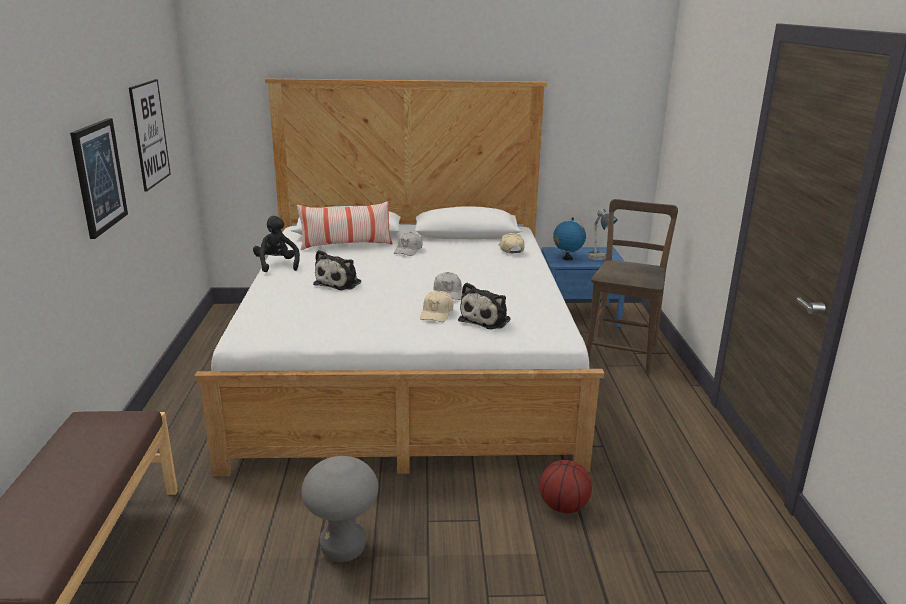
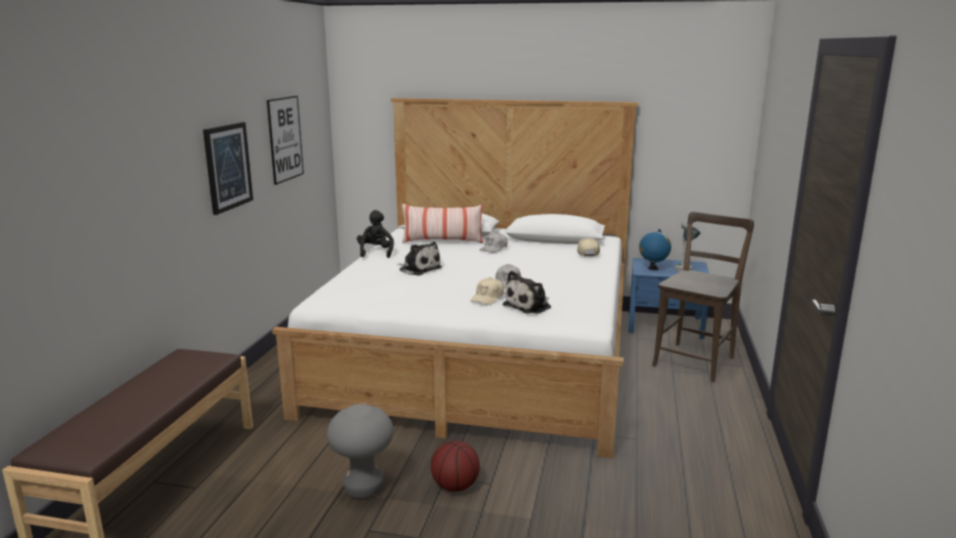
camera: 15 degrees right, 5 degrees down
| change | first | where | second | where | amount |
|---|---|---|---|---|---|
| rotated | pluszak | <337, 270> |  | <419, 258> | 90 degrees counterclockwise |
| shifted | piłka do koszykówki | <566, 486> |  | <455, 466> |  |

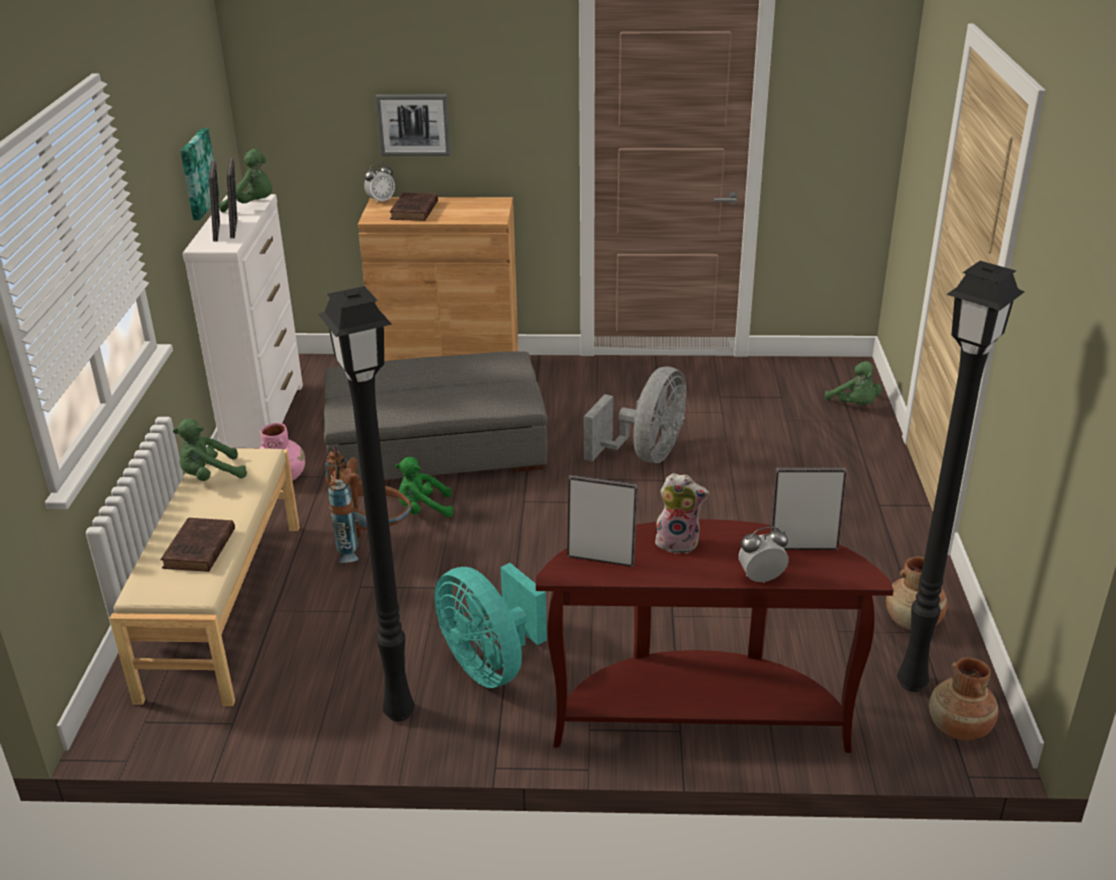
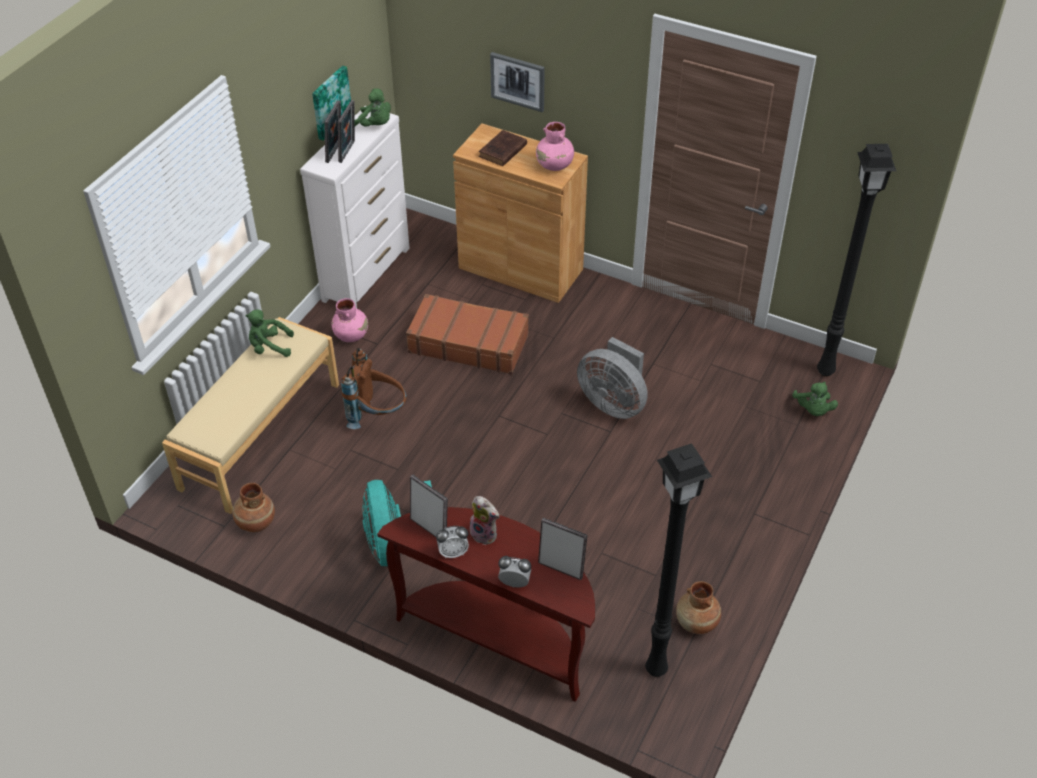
camera: 25 degrees right, 15 degrees up
| change | first | where | second | where | amount |
|---|---|---|---|---|---|
| gone | książka/brązowy | <197, 545> |  |  |  |
| shifted | lampa stojąca/czarny | <366, 504> |  | <856, 260> |  |
| swapped | pufa/szary | <435, 416> | walizka/brązowy | <467, 334> |  |
| shifted | budzik | <379, 183> |  | <452, 542> |  |
| gone | pluszak/zielony | <424, 487> |  |  |  |
| rotated | wentylator/szary | <635, 415> |  | <612, 378> | 75 degrees clockwise |
| shifted | wazon/brązowy | <963, 699> |  | <253, 507> |  |
| new |  |  | wazon/różowy | <555, 146> |  |

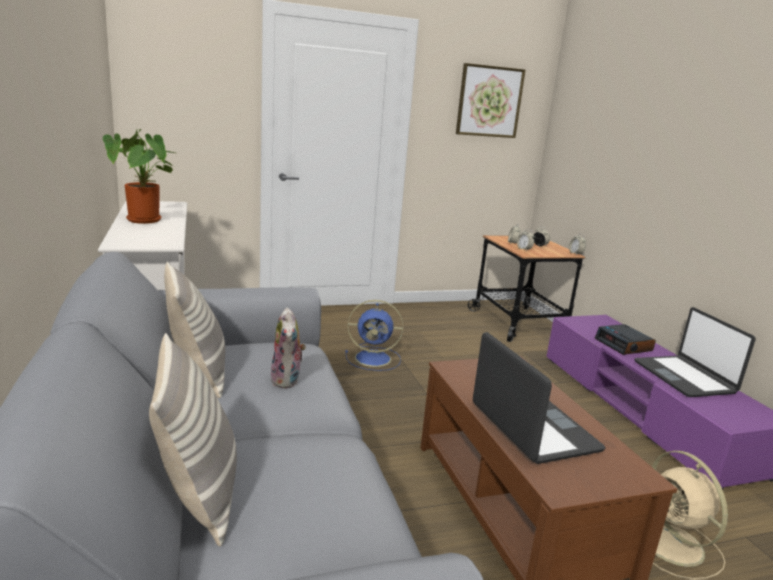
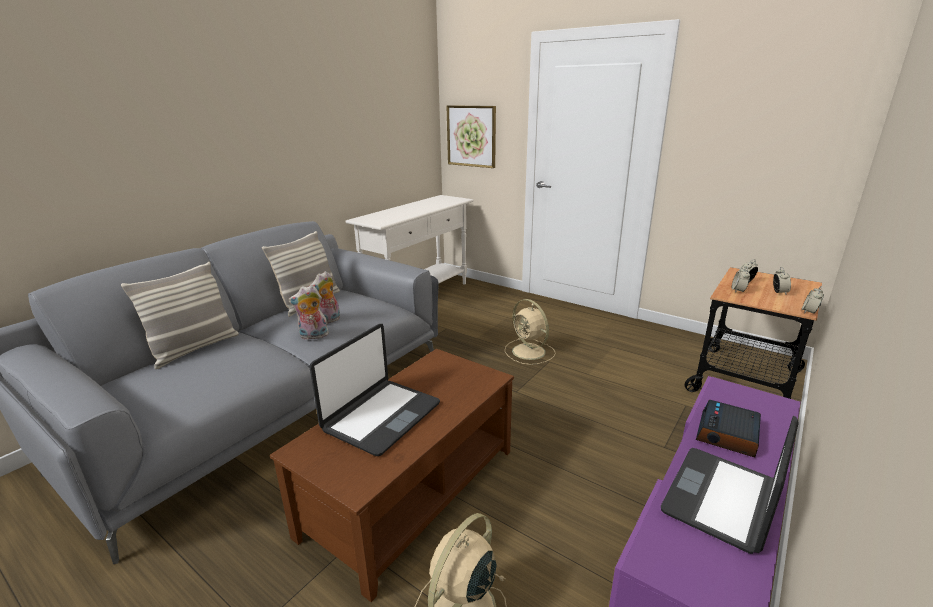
camera: 55 degrees right, 5 degrees up
| change | first | where | second | where | amount |
|---|---|---|---|---|---|
| gone | roślina doniczkowa | <140, 176> |  |  |  |
| repainted | wentylator/niebieski | <374, 335> | wentylator/beżowy | <530, 332> |  |
| shifted | obraz | <490, 100> |  | <471, 136> |  |
| new |  |  | pluszak | <308, 312> |  |

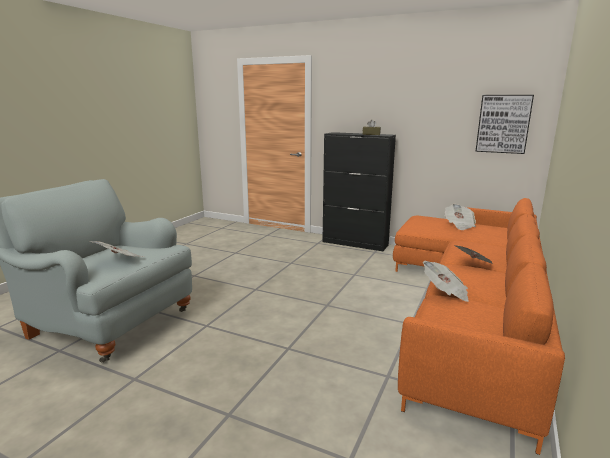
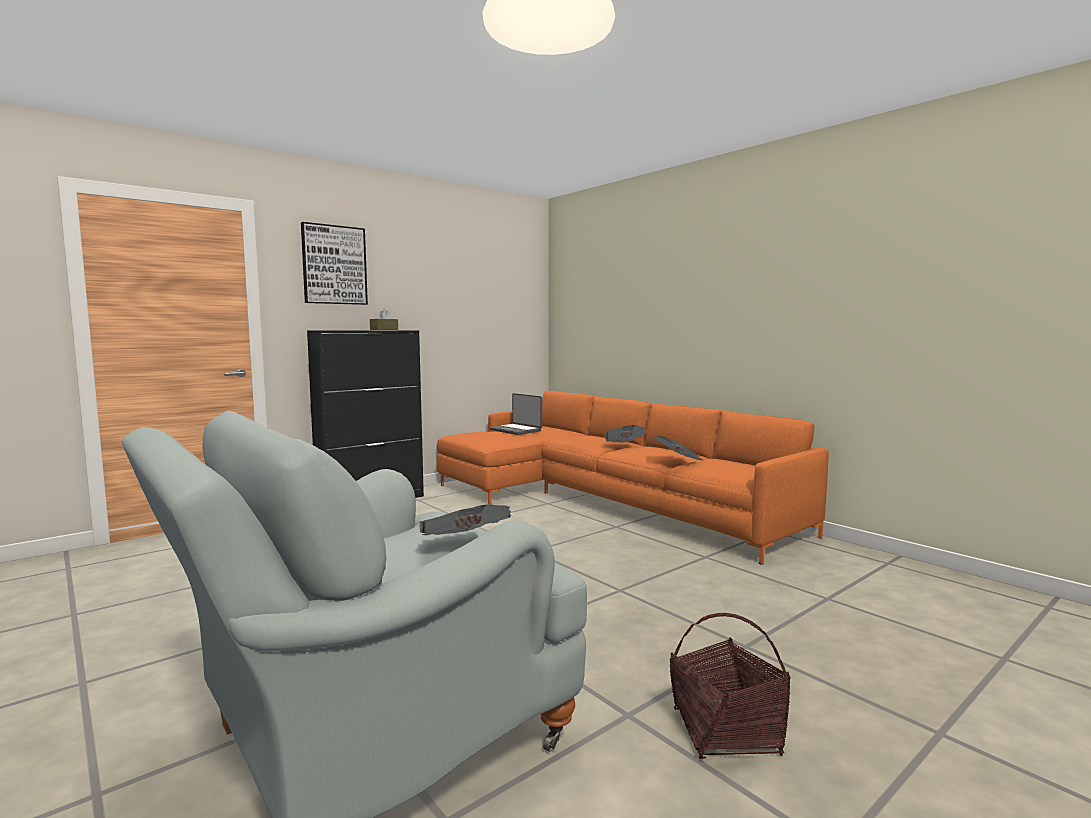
camera: 65 degrees left, 10 degrees down
| change | first | where | second | where | amount |
|---|---|---|---|---|---|
| swapped | gazeta | <460, 217> | laptop | <515, 414> |  |
| shifted | obraz | <504, 124> |  | <334, 263> |  |
| new |  |  | koszyk | <730, 686> |  |

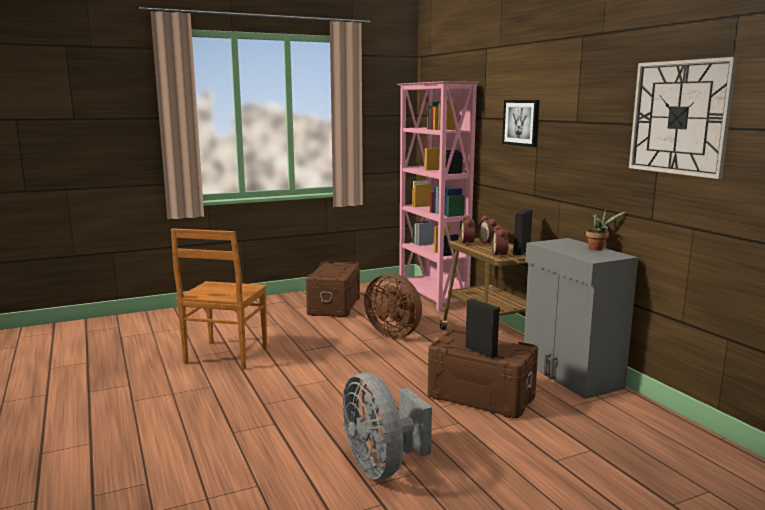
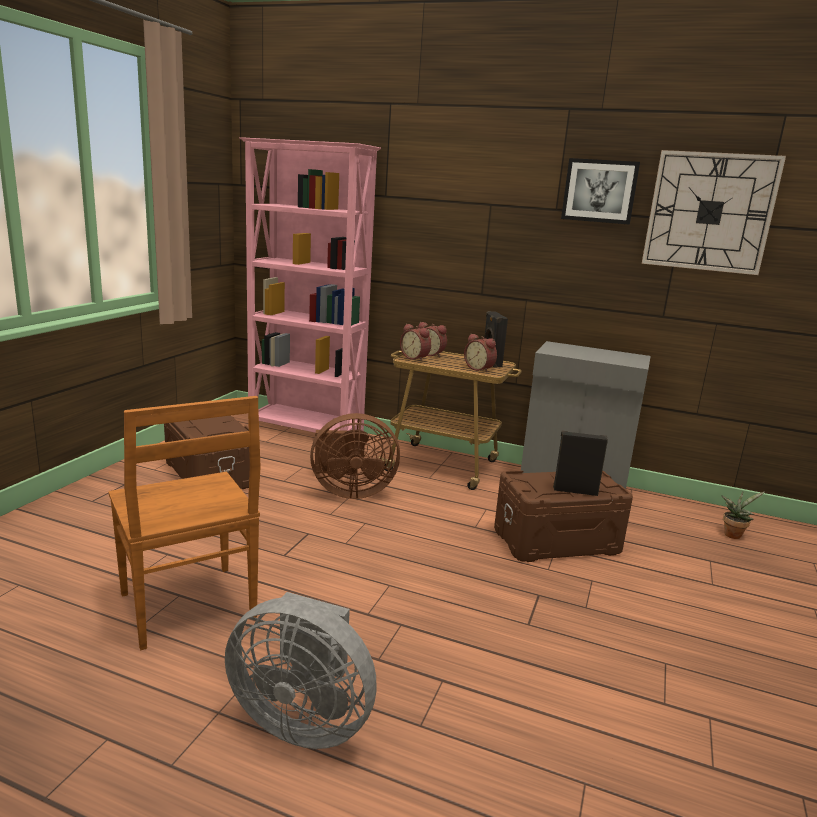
camera: 45 degrees left, 5 degrees up
| change | first | where | second | where | amount |
|---|---|---|---|---|---|
| shifted | wentylator/szary | <387, 426> |  | <301, 670> |  |
| shifted | obraz | <521, 123> |  | <600, 191> |  |
| shifted | roślina doniczkowa | <605, 229> |  | <743, 515> |  |

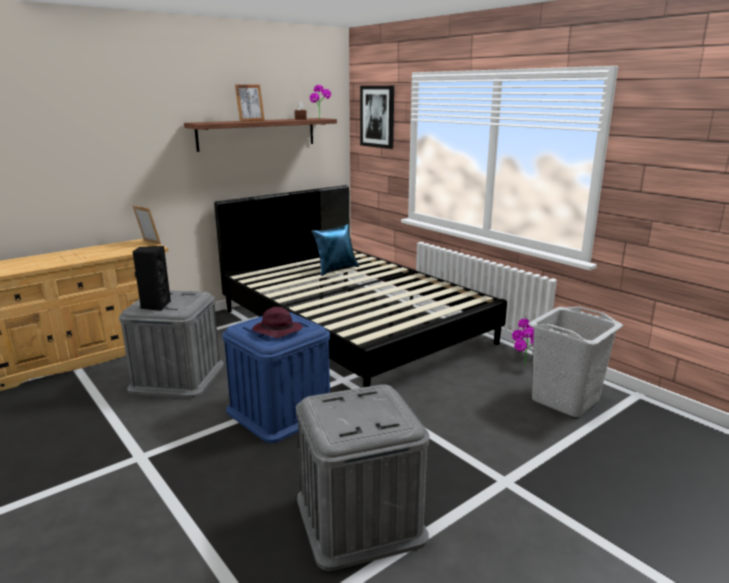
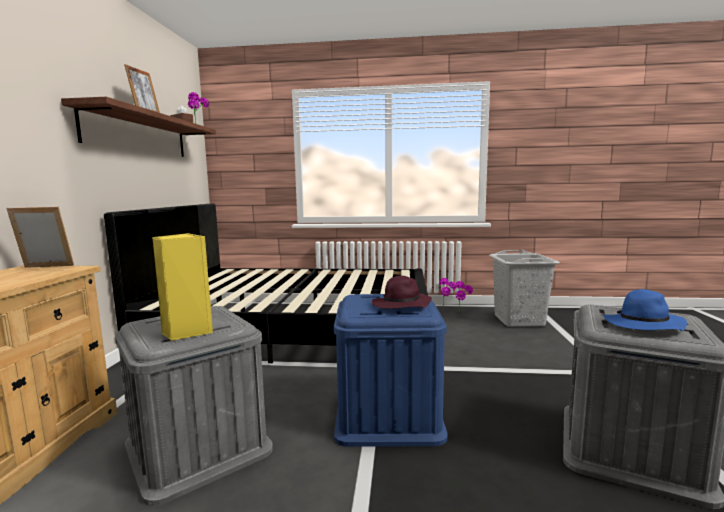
camera: 45 degrees left, 10 degrees down
| change | first | where | second | where | amount |
|---|---|---|---|---|---|
| repainted | głośnik/czarny | <151, 278> | głośnik/żółty | <182, 287> |  |
| gone | poduszka/niebieski | <335, 250> |  |  |  |
| gone | obraz | <377, 117> |  |  |  |
| new |  |  | kapelusz/niebieski | <645, 310> |  |

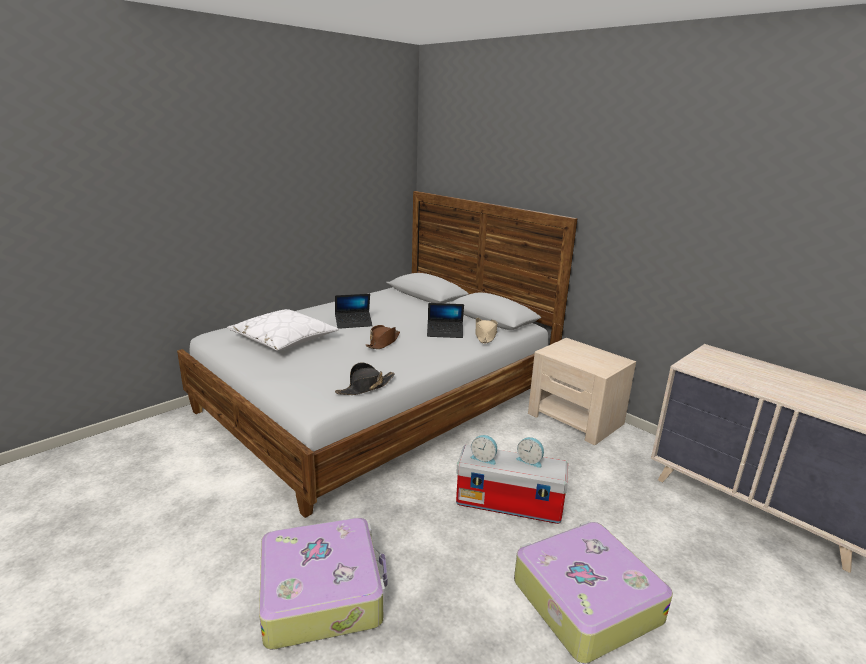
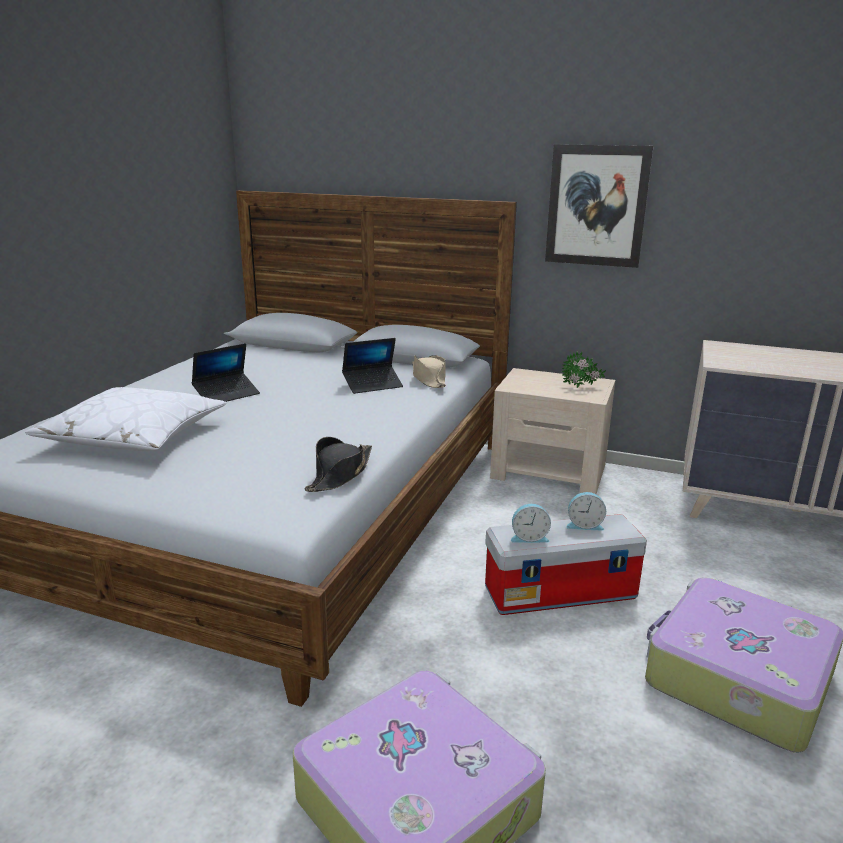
camera: 25 degrees left, 0 degrees up
| change | first | where | second | where | amount |
|---|---|---|---|---|---|
| gone | kapelusz/brązowy | <383, 337> |  |  |  |
| new |  |  | obraz | <599, 206> |  |
| new |  |  | roślina doniczkowa | <584, 369> |  |

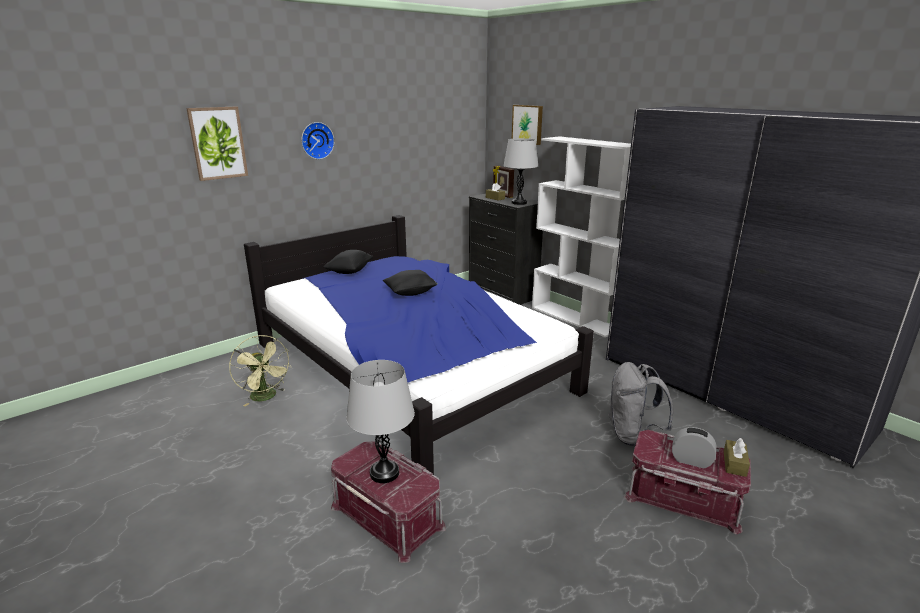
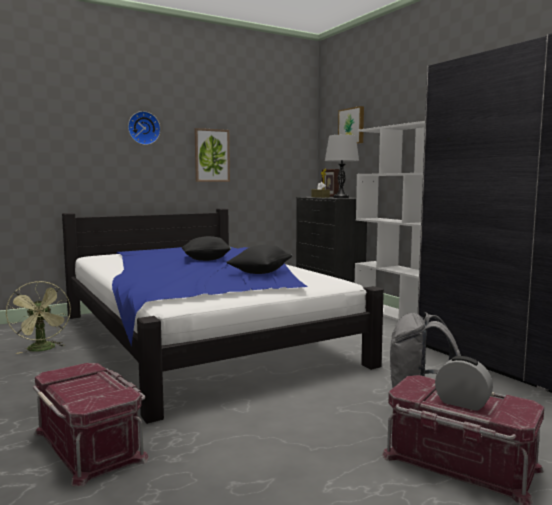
camera: 10 degrees right, 15 degrees down
| change | first | where | second | where | amount |
|---|---|---|---|---|---|
| shifted | obraz | <217, 144> |  | <212, 155> |  |
| shifted | poduszka/czarny | <348, 262> |  | <259, 259> |  |
| gone | lampa stołowa/szary | <380, 421> |  |  |  |
| gone | pudełko chusteczek/brązowy | <737, 457> |  |  |  |

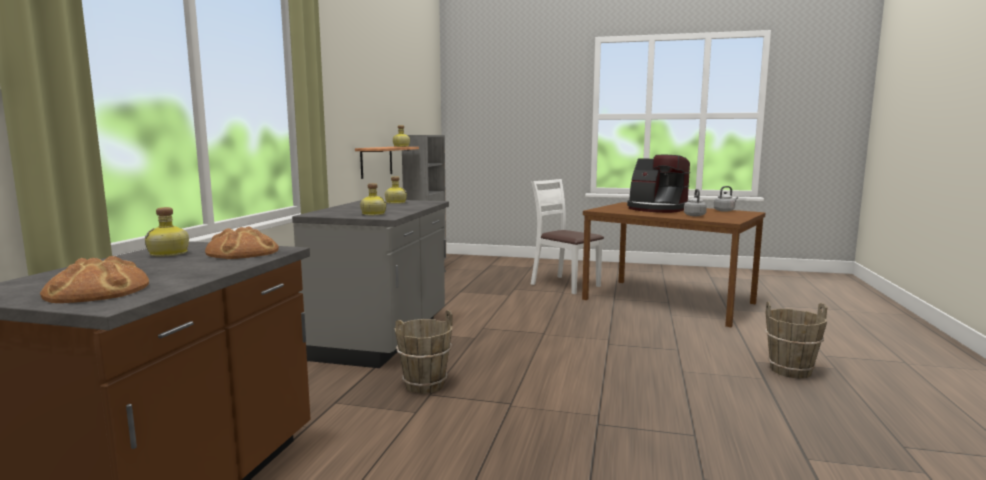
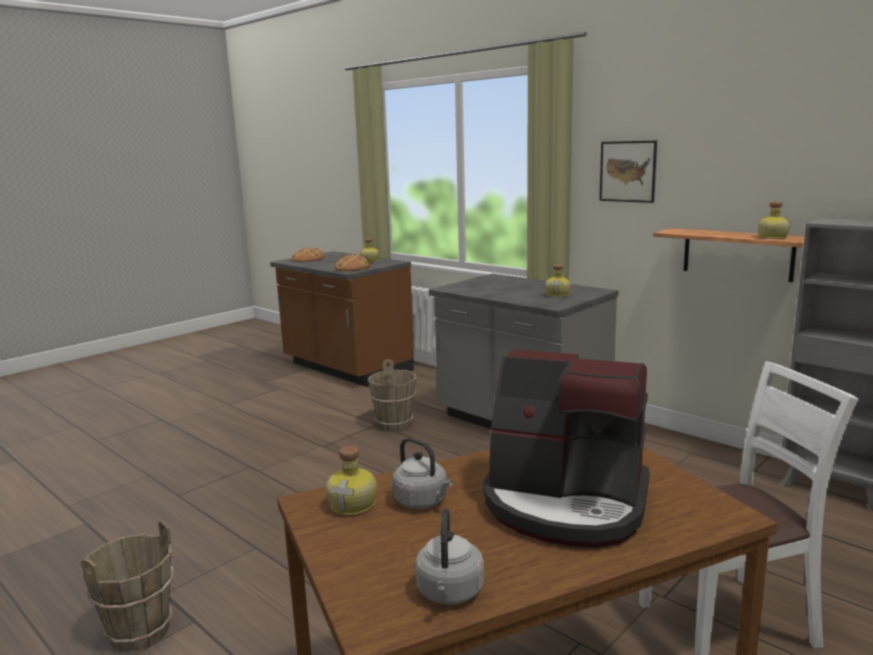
camera: 120 degrees right, 5 degrees up
| change | first | where | second | where | amount |
|---|---|---|---|---|---|
| shifted | butelka | <373, 199> |  | <351, 480> |  |
| rotated | ekspres do kawy | <658, 184> |  | <567, 448> | 135 degrees counterclockwise |
| new |  |  | obraz | <628, 172> |  |

